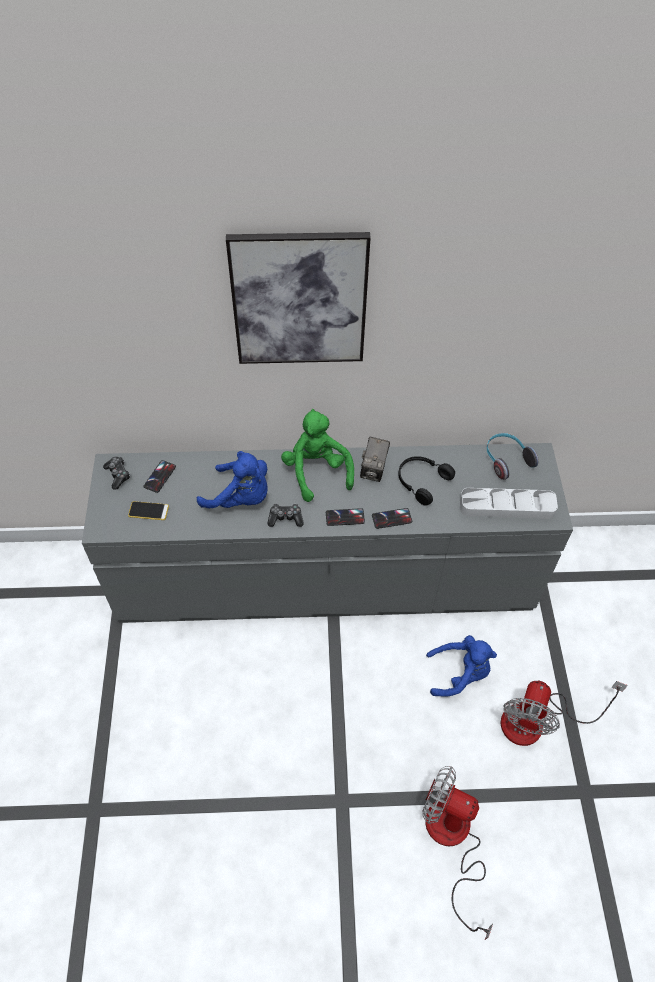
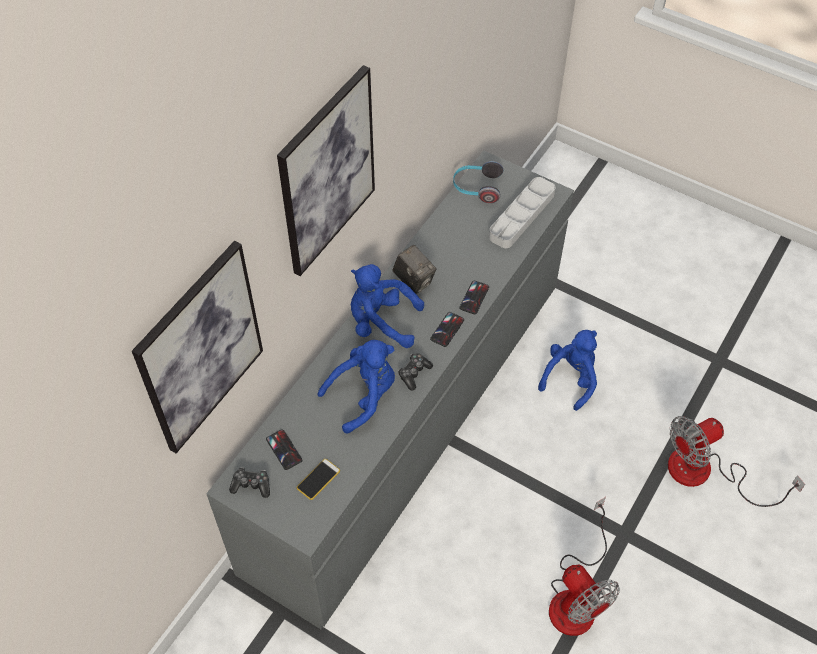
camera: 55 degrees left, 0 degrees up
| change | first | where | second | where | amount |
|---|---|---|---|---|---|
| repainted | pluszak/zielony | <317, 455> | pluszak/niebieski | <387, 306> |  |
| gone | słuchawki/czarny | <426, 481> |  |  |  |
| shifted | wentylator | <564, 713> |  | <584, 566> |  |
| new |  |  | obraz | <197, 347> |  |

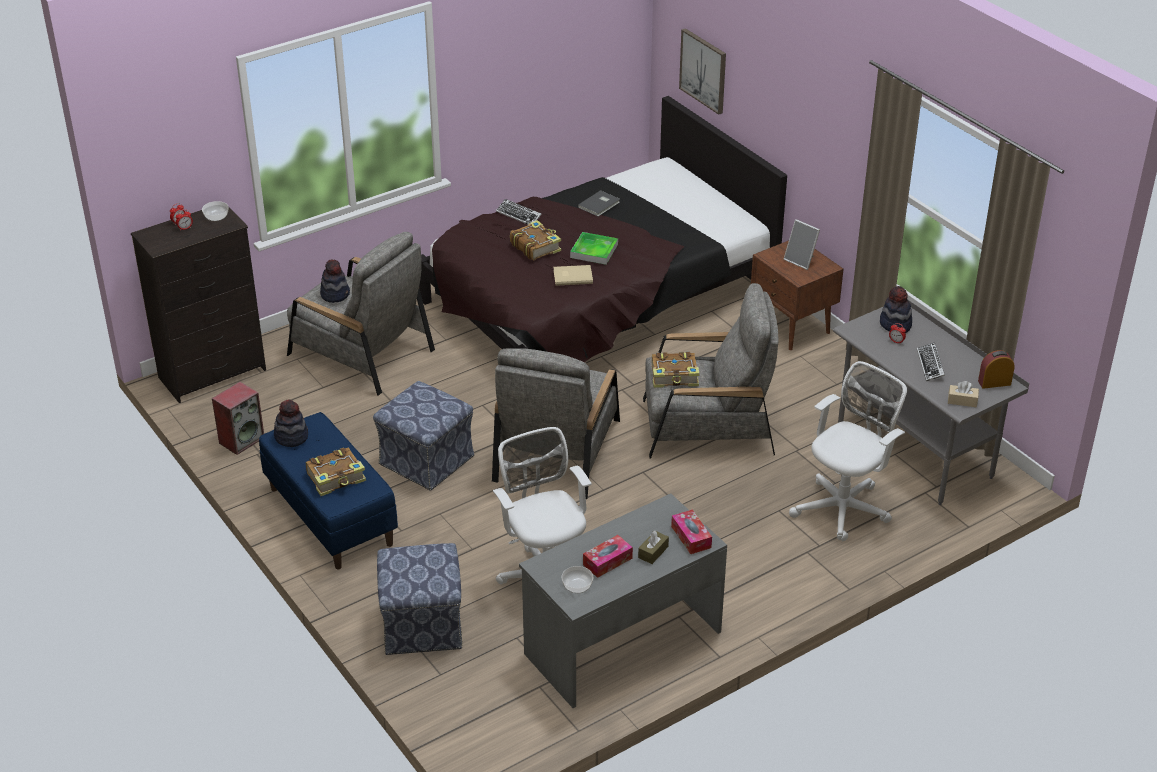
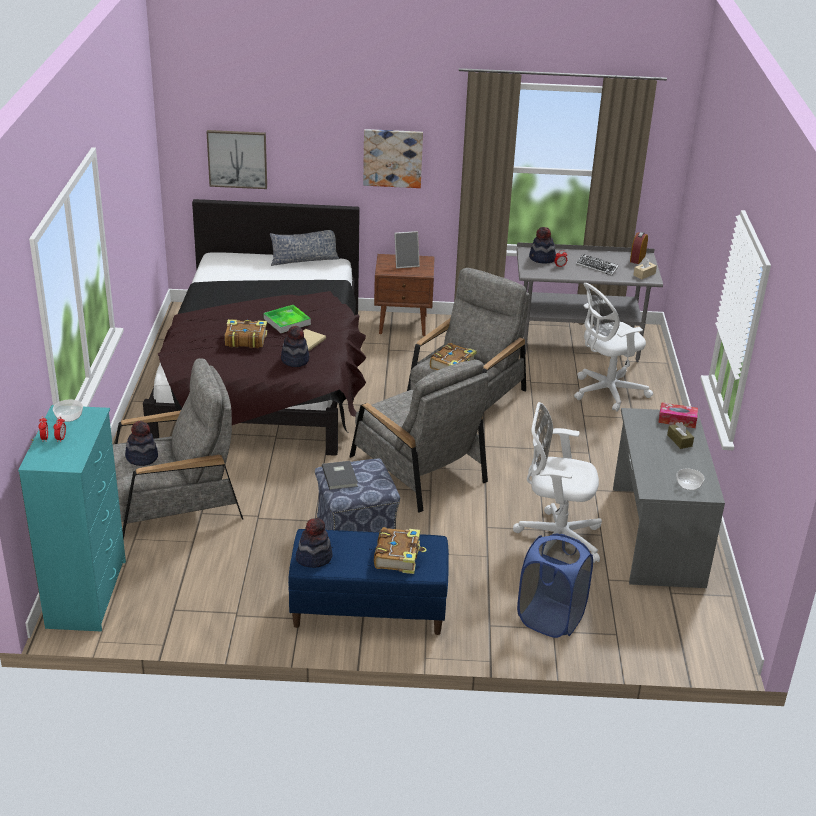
camera: 55 degrees left, 5 degrees down
| change | first | where | second | where | amount |
|---|---|---|---|---|---|
| repainted | komoda/czarny | <198, 302> | komoda/turkusowy | <72, 518> |  |
| gone | głośnik | <238, 418> |  |  |  |
| swapped | pufa | <420, 599> | kosz na pranie/niebieski | <555, 586> |  |
| gone | klawiatura | <519, 211> |  |  |  |
| shifted | książka/szary | <599, 203> |  | <340, 475> |  |
| gone | pudełko chusteczek | <608, 556> |  |  |  |
| rotated | krzesło biurowe/biały | <848, 451> |  | <613, 347> | 105 degrees counterclockwise |
| new |  |  | poduszka | <305, 248> |  |
| new |  |  | kapelusz | <295, 346> |  |
| new |  |  | obraz | <393, 158> |  |

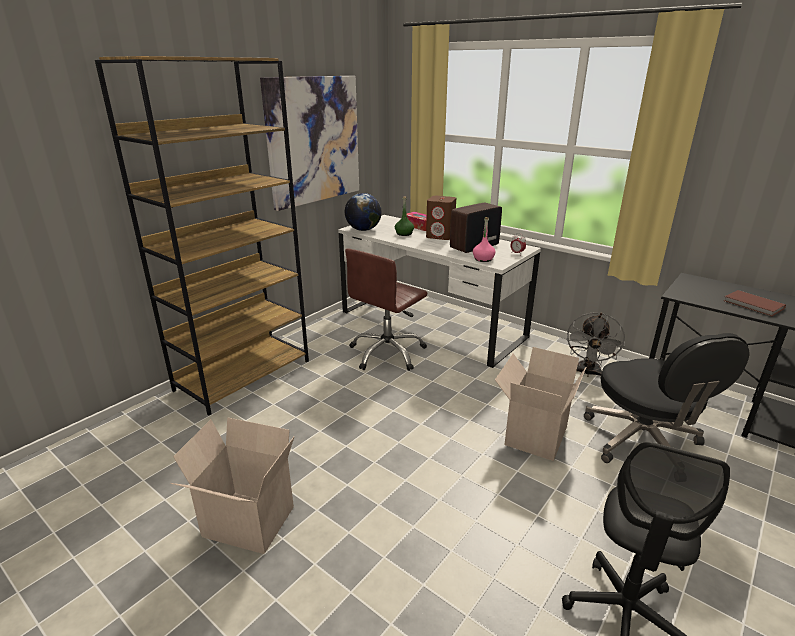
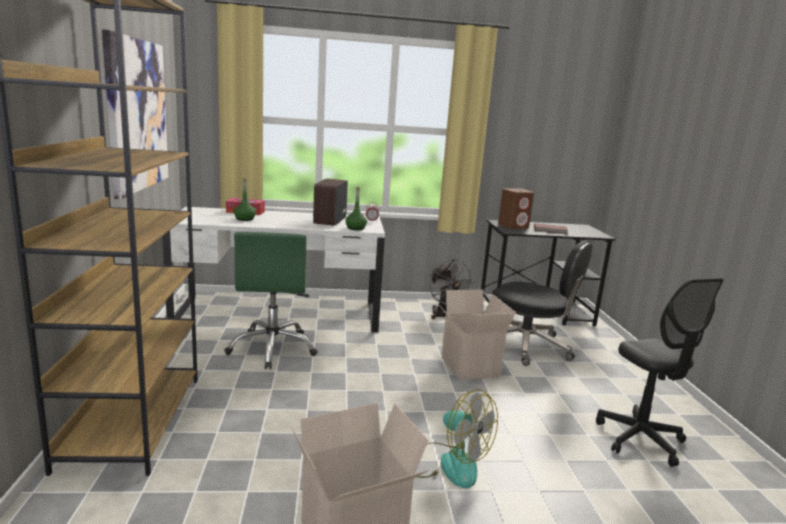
camera: 45 degrees left, 10 degrees down
| change | first | where | second | where | amount |
|---|---|---|---|---|---|
| gone | globus | <363, 212> |  |  |  |
| repainted | krzesło biurowe/brązowy | <386, 309> | krzesło biurowe/zielony | <271, 300> |  |
| shifted | głośnik/brązowy | <441, 218> |  | <516, 208> |  |
| repainted | butelka/różowy | <484, 239> | butelka/zielony | <356, 208> |  |
| new |  |  | wentylator | <458, 438> |  |

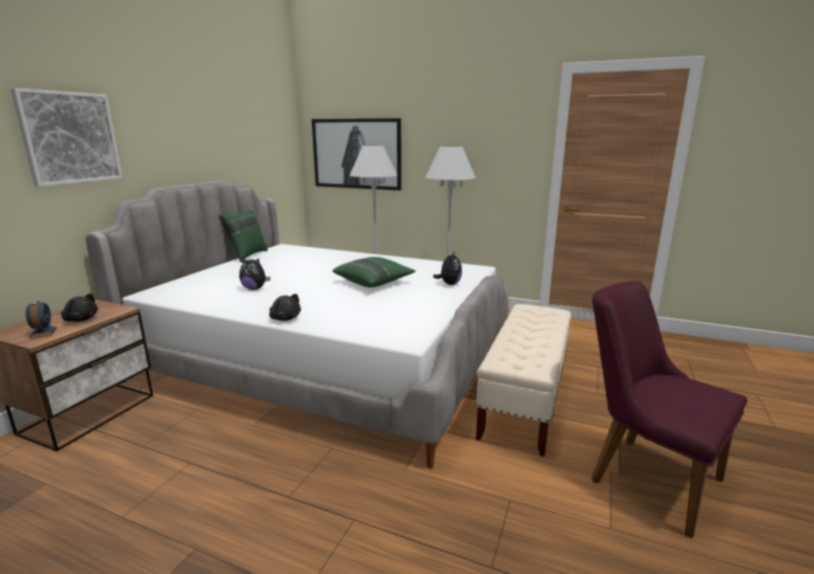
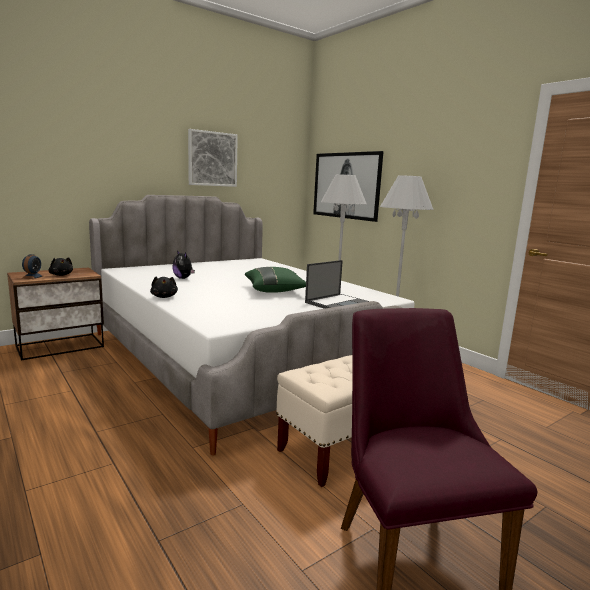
camera: 30 degrees right, 5 degrees down
| change | first | where | second | where | amount |
|---|---|---|---|---|---|
| shifted | obraz | <66, 137> |  | <213, 158> |  |
| gone | poduszka/zielony | <243, 236> |  |  |  |
| swapped | pluszak | <447, 268> | laptop | <337, 284> |  |

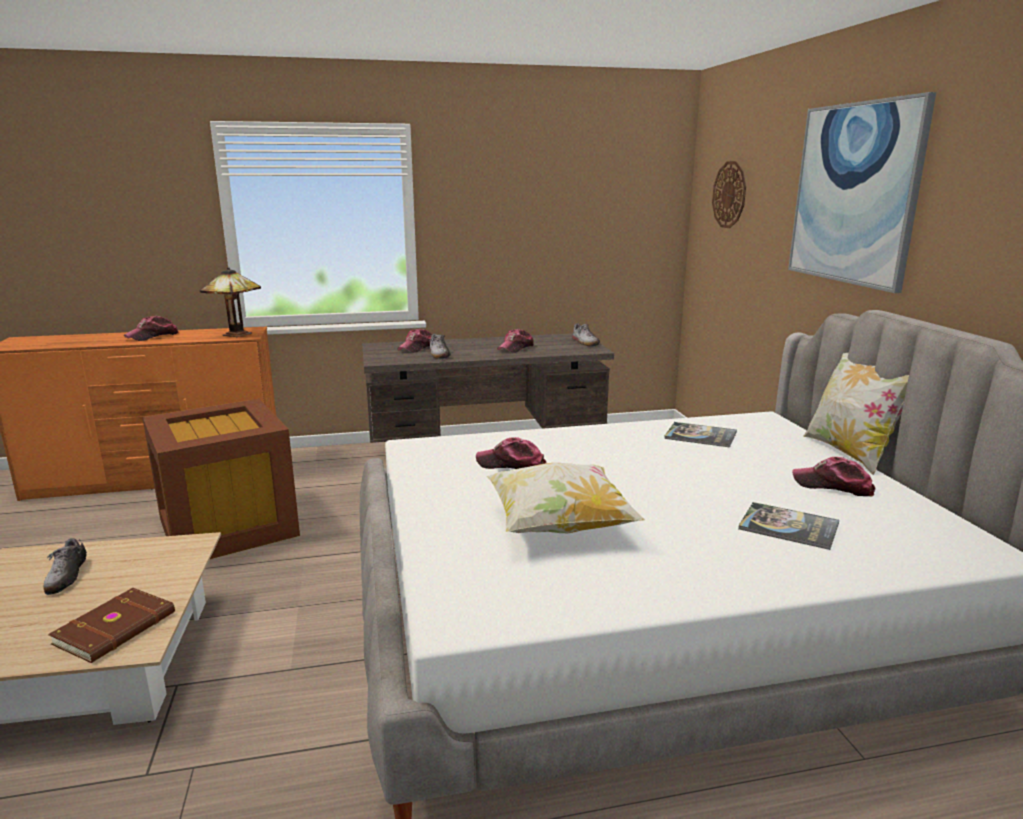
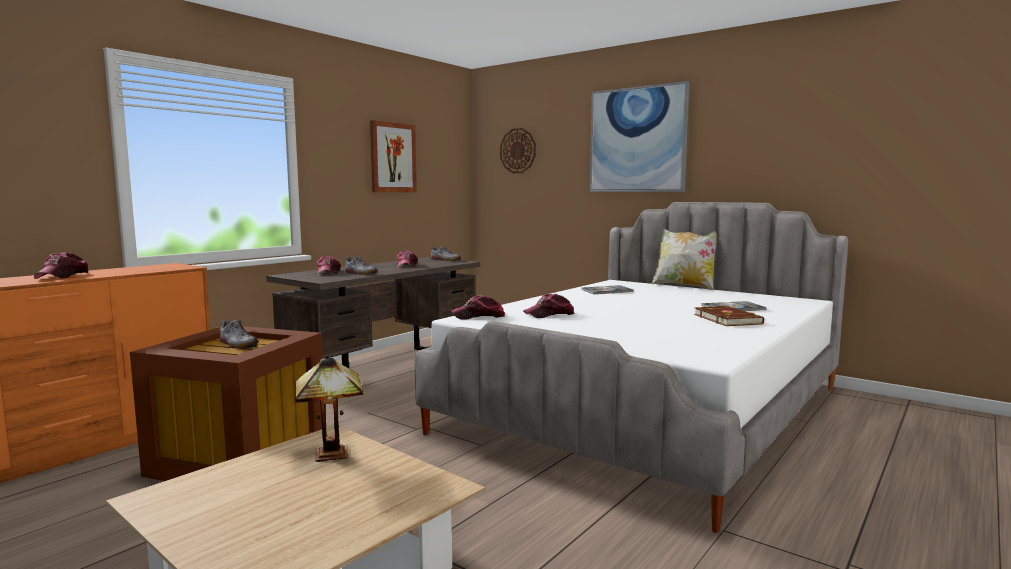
camera: 40 degrees left, 10 degrees down
| change | first | where | second | where | amount |
|---|---|---|---|---|---|
| shifted | but | <65, 566> |  | <239, 334> |  |
| shifted | książka/brązowy | <111, 625> |  | <729, 316> |  |
| shifted | lampa stołowa | <230, 302> |  | <329, 408> |  |
| gone | poduszka | <566, 498> |  |  |  |
| shifted | czapka z daszkiem | <833, 476> |  | <478, 307> |  |
| new |  |  | obraz | <393, 156> |  |

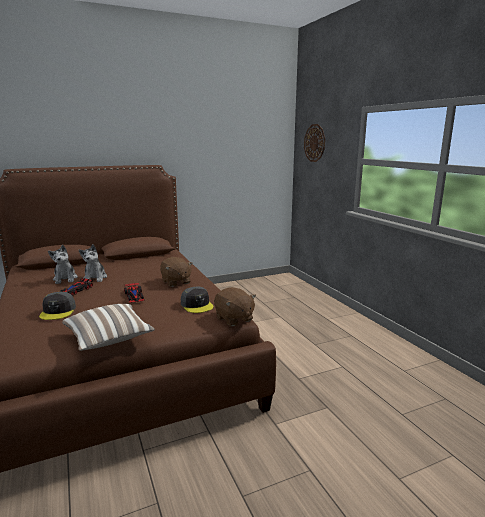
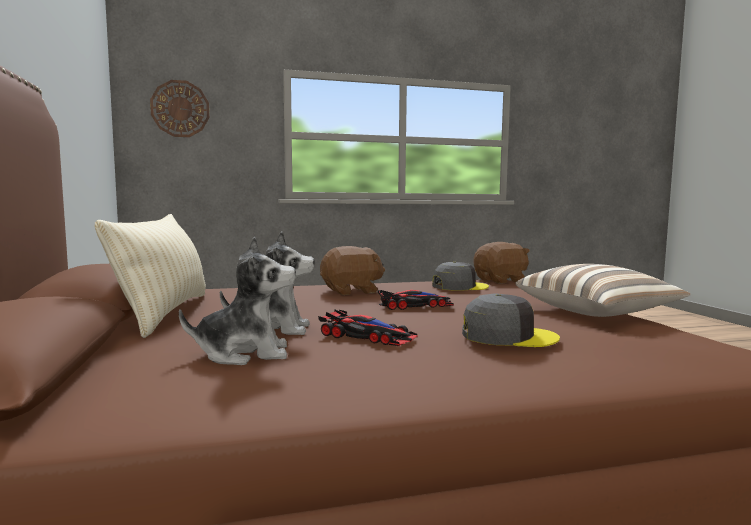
camera: 80 degrees left, 10 degrees down
| change | first | where | second | where | amount |
|---|---|---|---|---|---|
| new |  |  | poduszka/beżowy | <150, 276> |  |

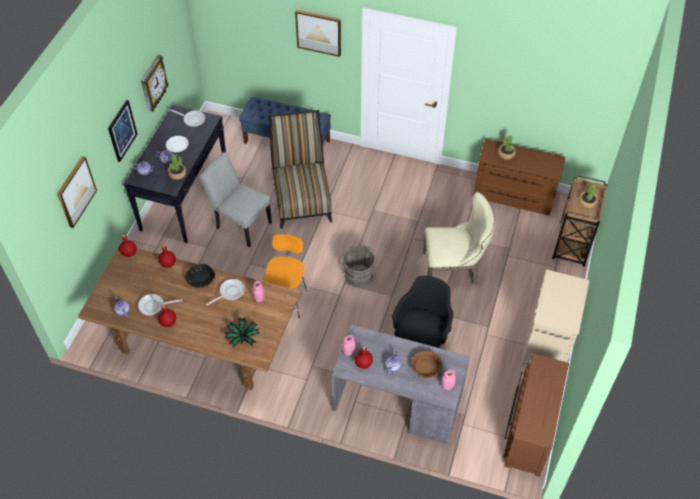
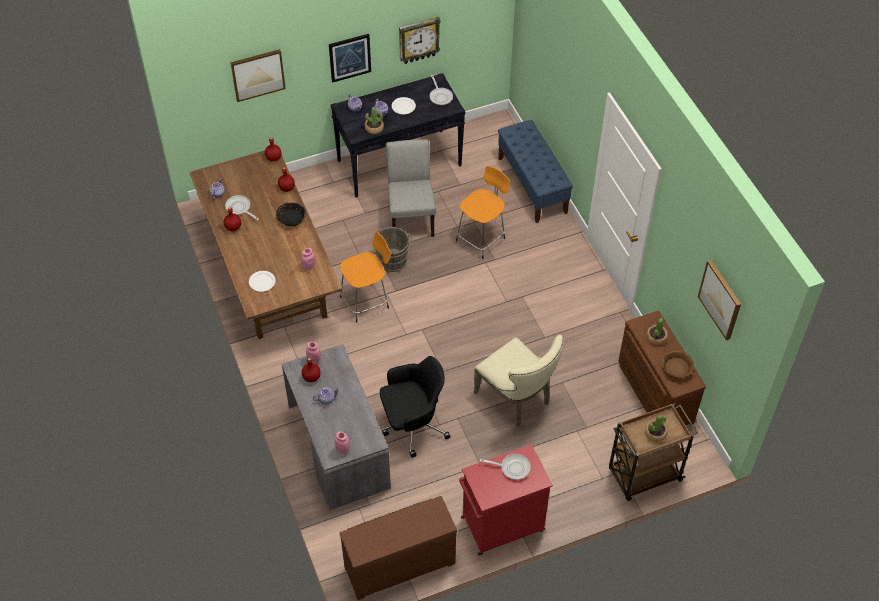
camera: 50 degrees right, 0 degrees up
| change | first | where | second | where | amount |
|---|---|---|---|---|---|
| shifted | patelnia | <225, 292> |  | <505, 467> |  |
| swapped | roślina doniczkowa | <242, 332> | talerz/biały | <262, 281> |  |
| swapped | krzesło | <300, 169> | stołek/pomarańczowy | <483, 212> |  |
| shifted | obraz | <318, 33> |  | <719, 300> |  |
| shifted | wiadro/szary | <356, 266> |  | <394, 249> |  |
| shifted | miska/brązowy | <426, 364> |  | <678, 364> |  |
| repainted | szafka/beżowy | <555, 318> | szafka/czerwony | <506, 500> |  |

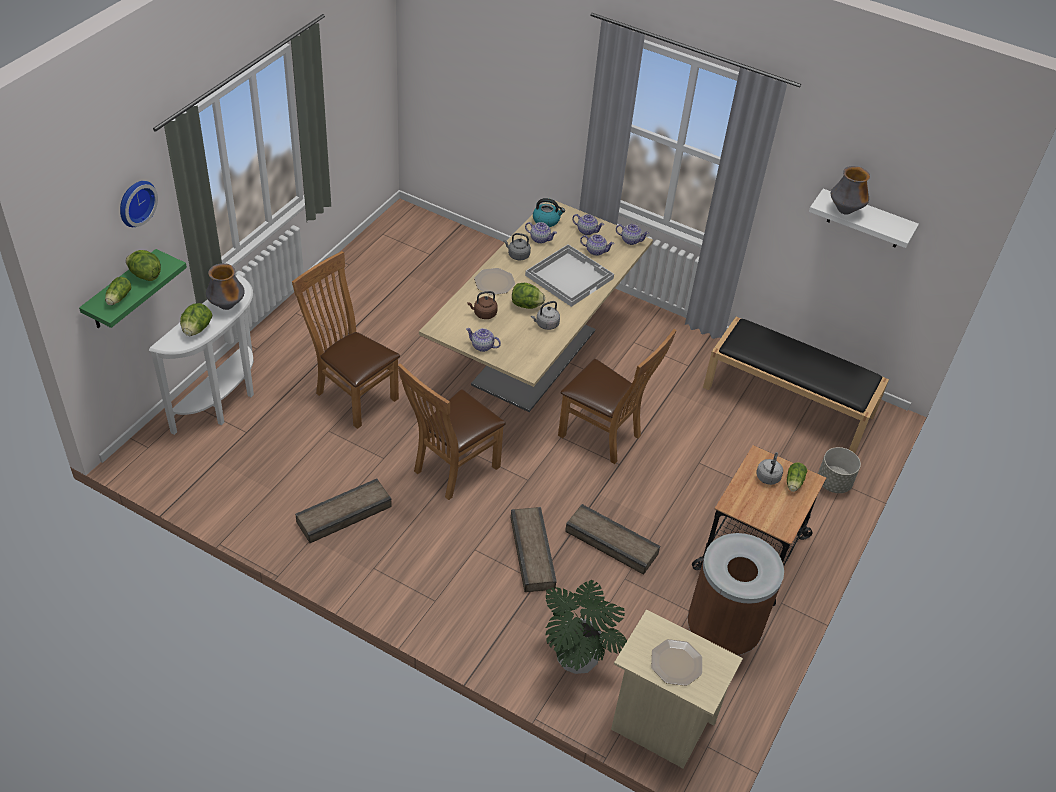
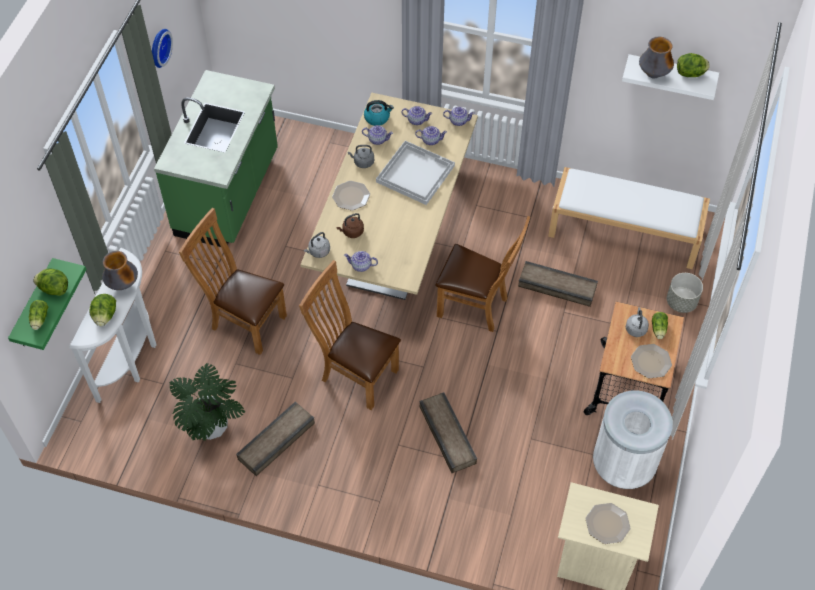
camera: 10 degrees left, 10 degrees up
| change | first | where | second | where | amount |
|---|---|---|---|---|---|
| shifted | zegar ścienny | <139, 204> |  | <162, 48> |  |
| rotated | krzesło/brązowy | <452, 431> |  | <350, 335> | 90 degrees clockwise |
| shifted | sałata | <528, 296> |  | <693, 65> |  |
| shifted | czajnik/szary | <545, 315> |  | <317, 245> |  |
| shifted | roślina doniczkowa | <586, 627> |  | <207, 402> |  |
| shifted | skrzynka | <612, 539> |  | <558, 284> |  |
| repainted | kosz na śmieci/brązowy | <736, 594> | kosz na śmieci/biały | <633, 439> |  |
| repainted | ławka/czarny | <796, 385> | ławka/biały | <629, 218> |  |
| new |  |  | zabudowa kuchenna/zielony | <216, 158> |  |
| new |  |  | talerz | <651, 361> |  |

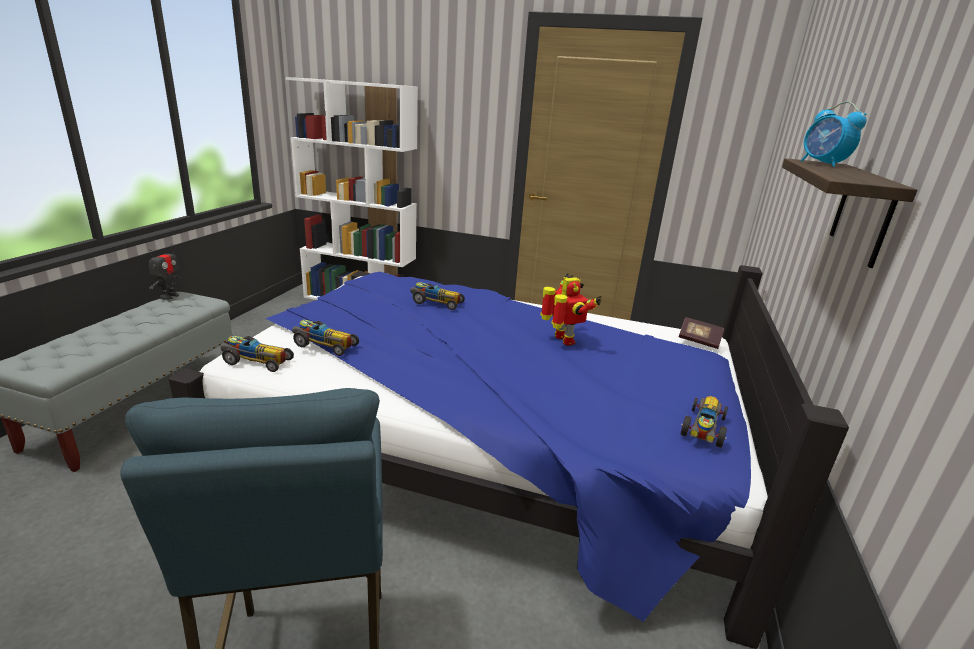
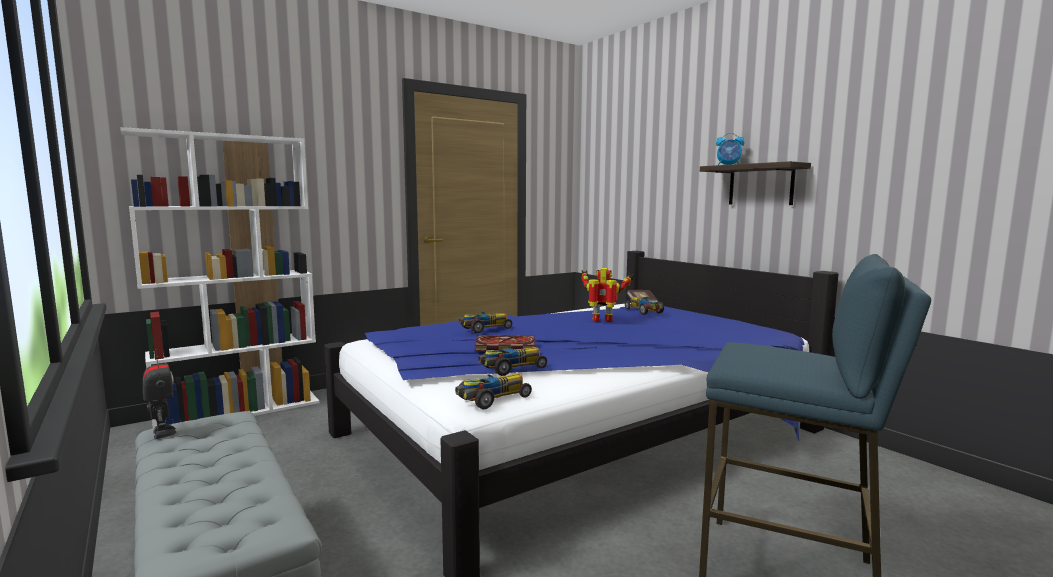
camera: 50 degrees left, 15 degrees down
| change | first | where | second | where | amount |
|---|---|---|---|---|---|
| shifted | samochodzik | <704, 422> |  | <644, 306> |  |
| new |  |  | książka | <505, 343> |  |

